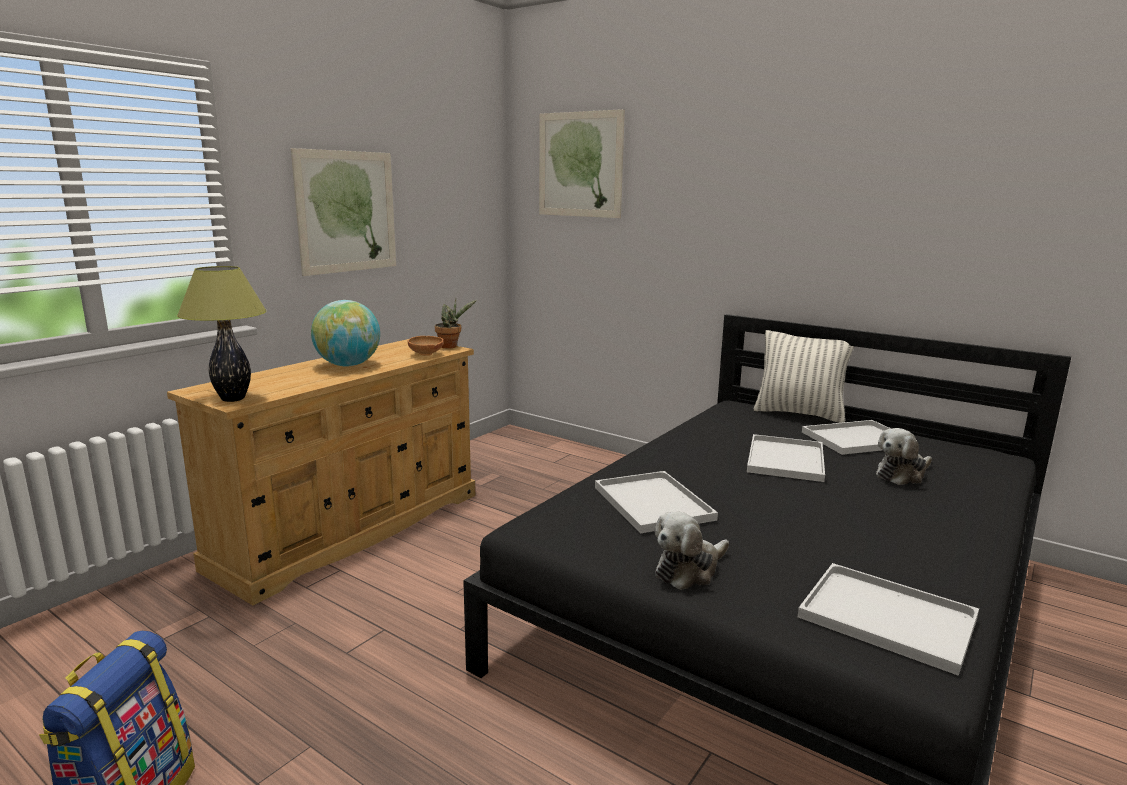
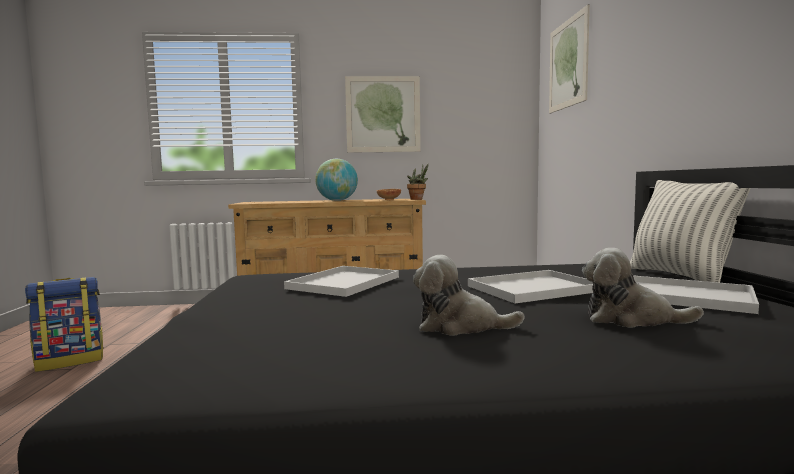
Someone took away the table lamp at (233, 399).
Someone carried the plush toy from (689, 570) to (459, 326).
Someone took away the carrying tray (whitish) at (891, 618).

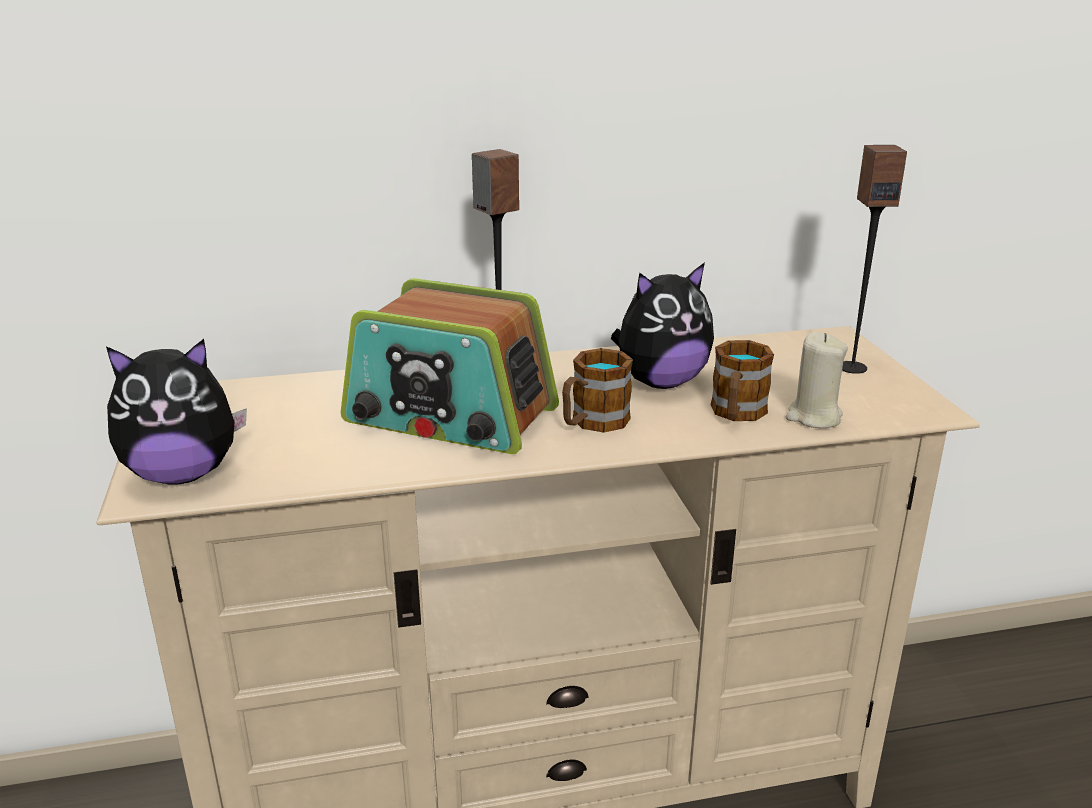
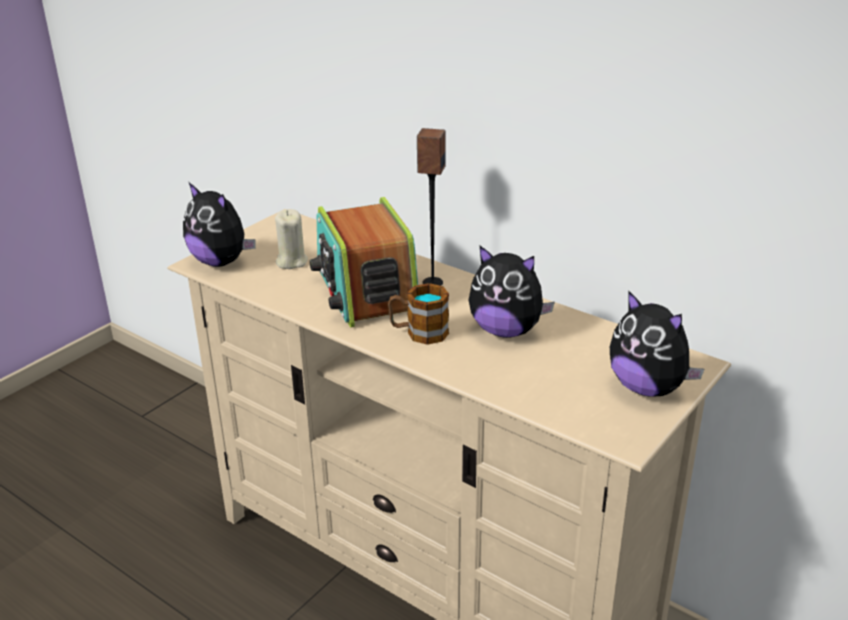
Someone swapped the speaker at (852, 367) for the plush toy at (648, 388).
Someone carried the wax candle (beige-coloured) from (813, 417) to (291, 261).
Someone took away the coffee mug at (736, 414).

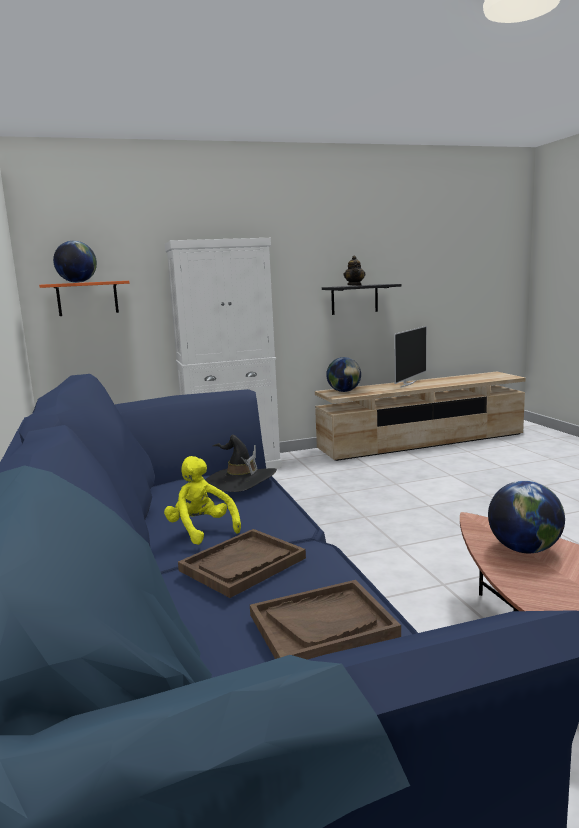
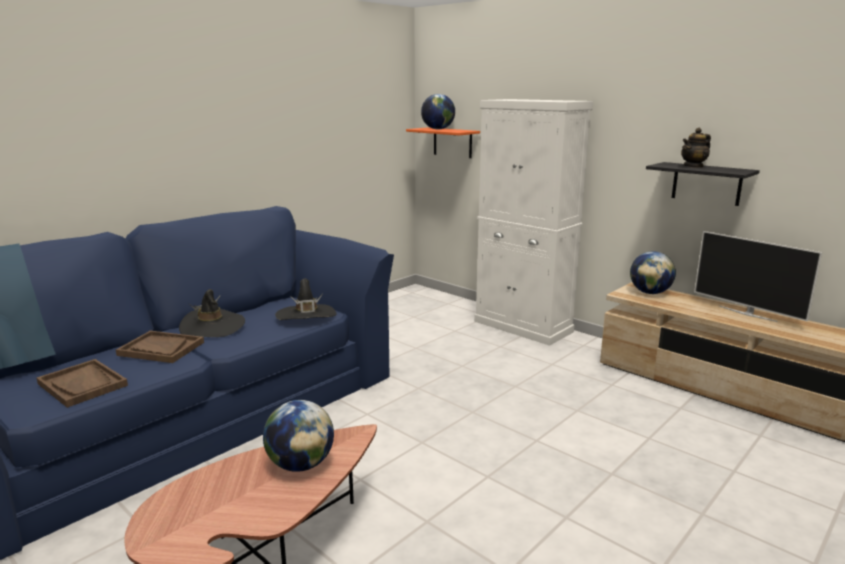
Someone rotated the television at (408, 383) by 45 degrees clockwise.
Someone swapped the plush toy (yellowish) at (201, 530) for the wearable hat (black) at (212, 327).

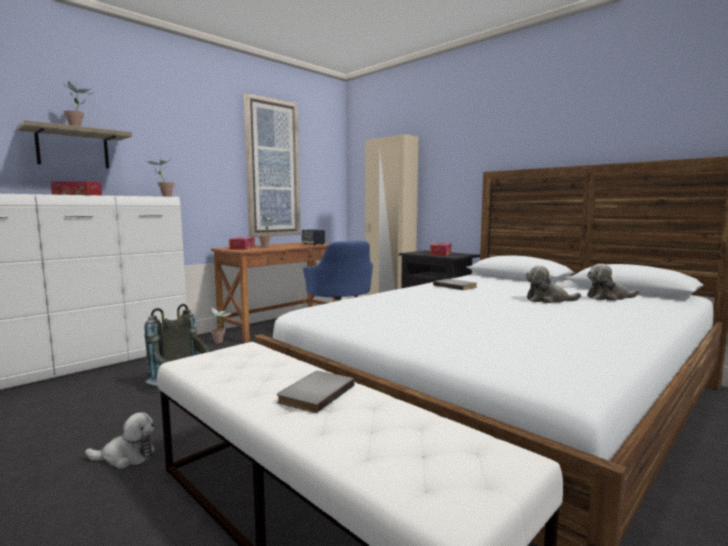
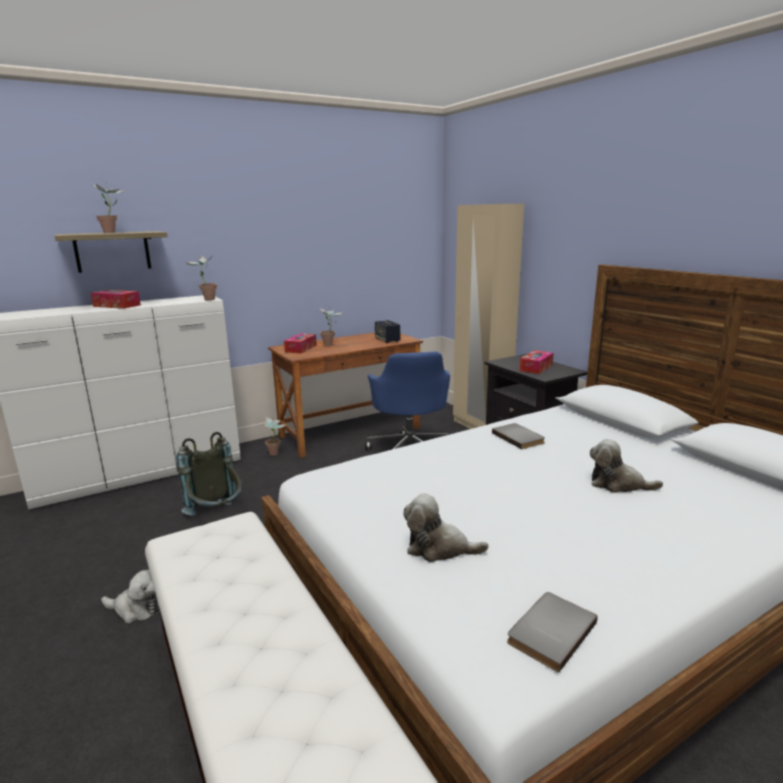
Someone took away the wall picture at (272, 168).
Someone carried the plush toy from (608, 297) to (439, 548).
Someone carried the bound book (grey) from (314, 393) to (549, 631).

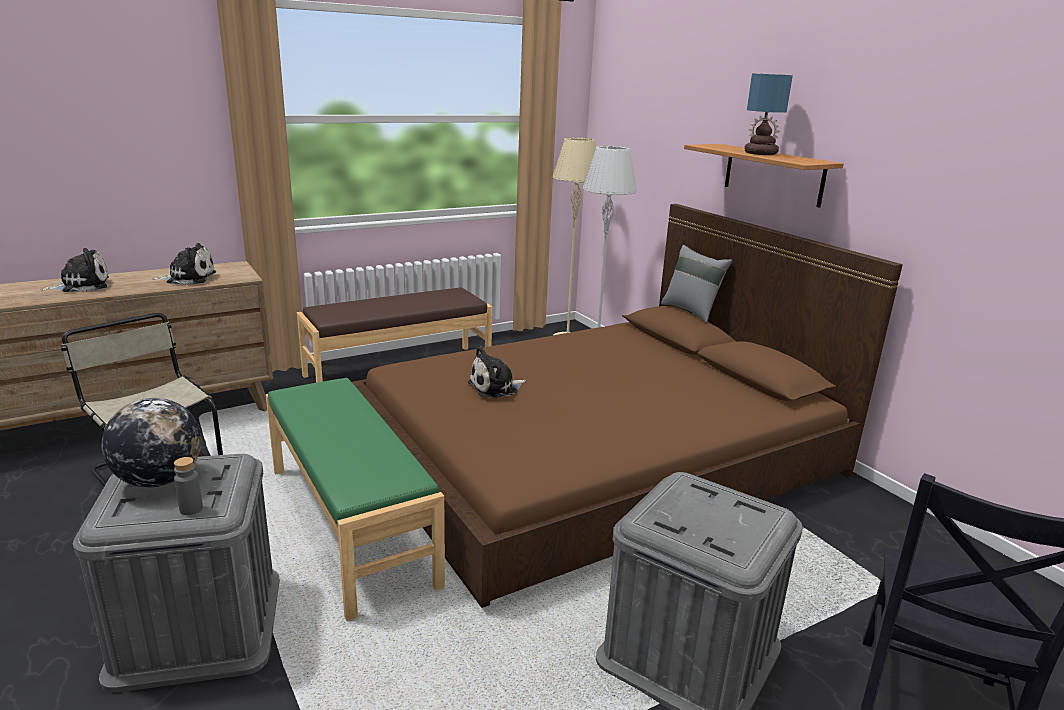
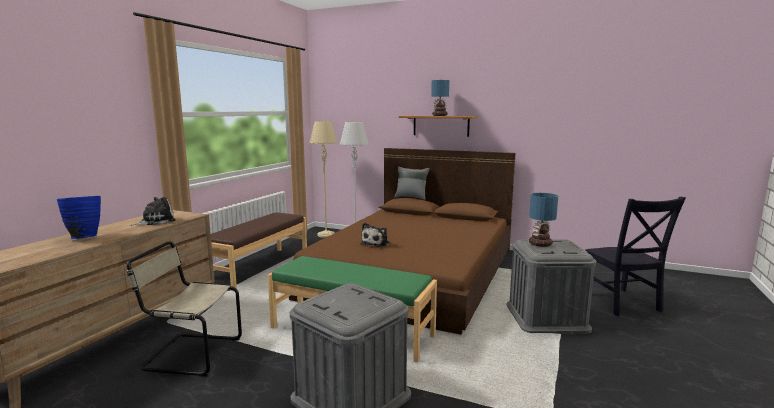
Someone swapped the plush toy at (82, 285) for the vase (bluish) at (84, 237).
Someone took away the desk globe at (159, 480).
Someone took away the beverage bottle (grey) at (191, 509).
Someone put down the table lamp at (540, 244).

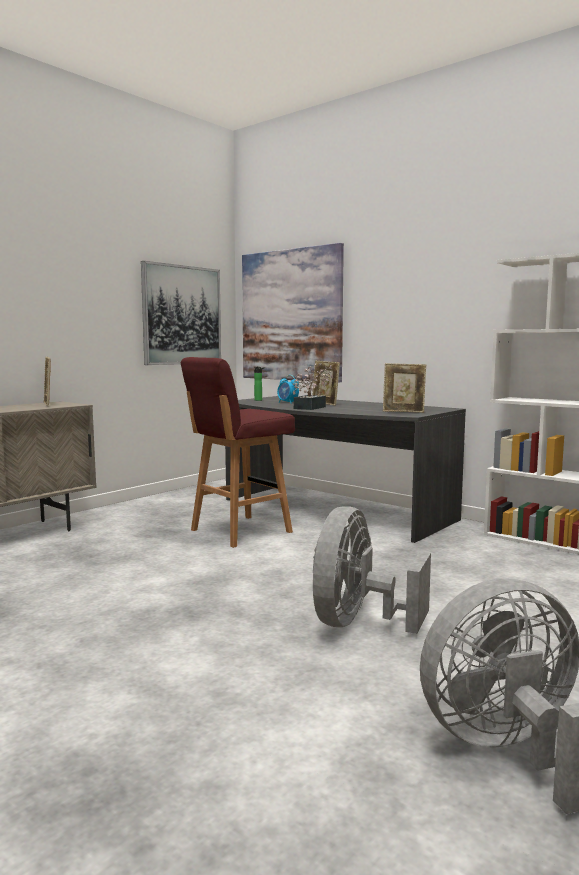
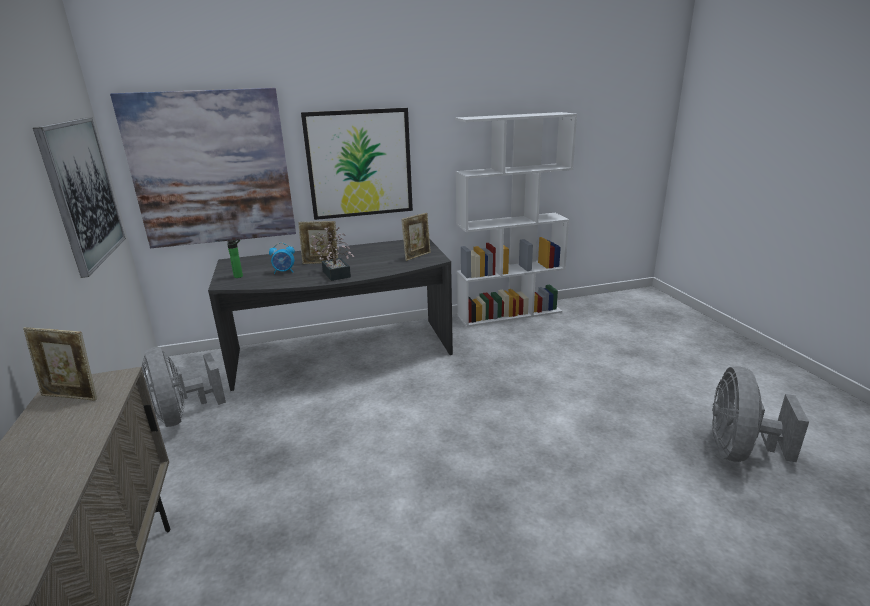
Someone took away the sitting stool (reddish) at (239, 531).
Someone carried the electric fan (grey) from (358, 623) to (183, 415).
Someone put up the wall picture at (359, 164).

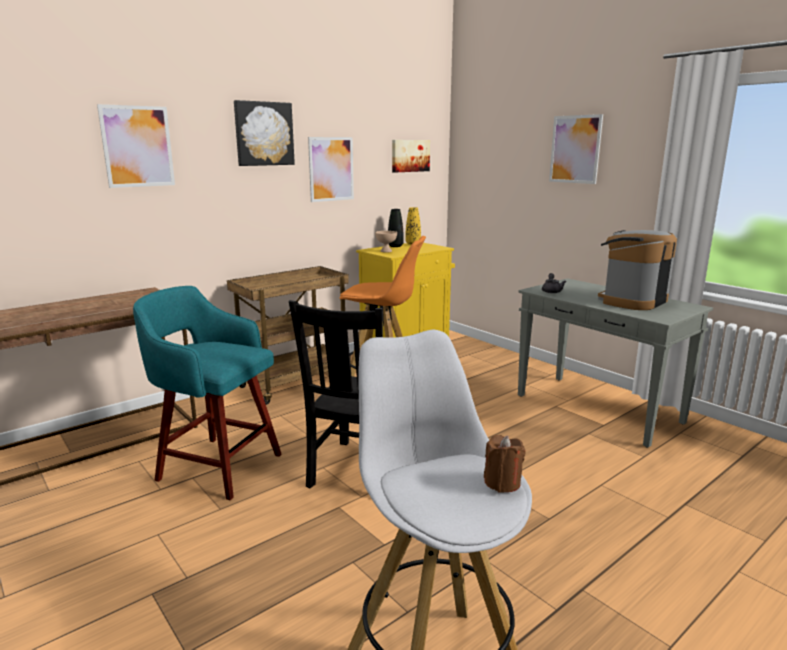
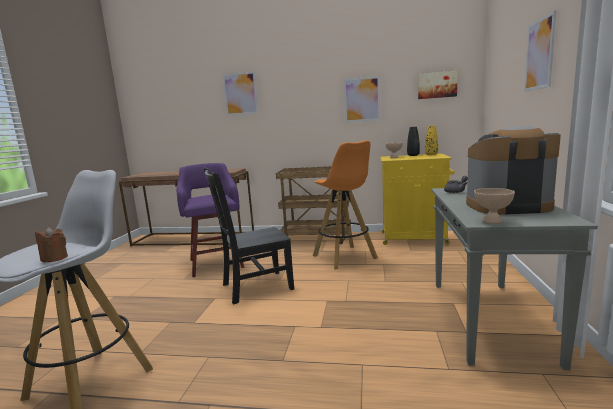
Someone took away the wall picture at (263, 134).
Someone repainted the sitting stool (turquoise-coloured) at (217, 466), which became the sitting stool (purple) at (216, 262).
Someone put down the deep dish (beige-coloured) at (492, 221).

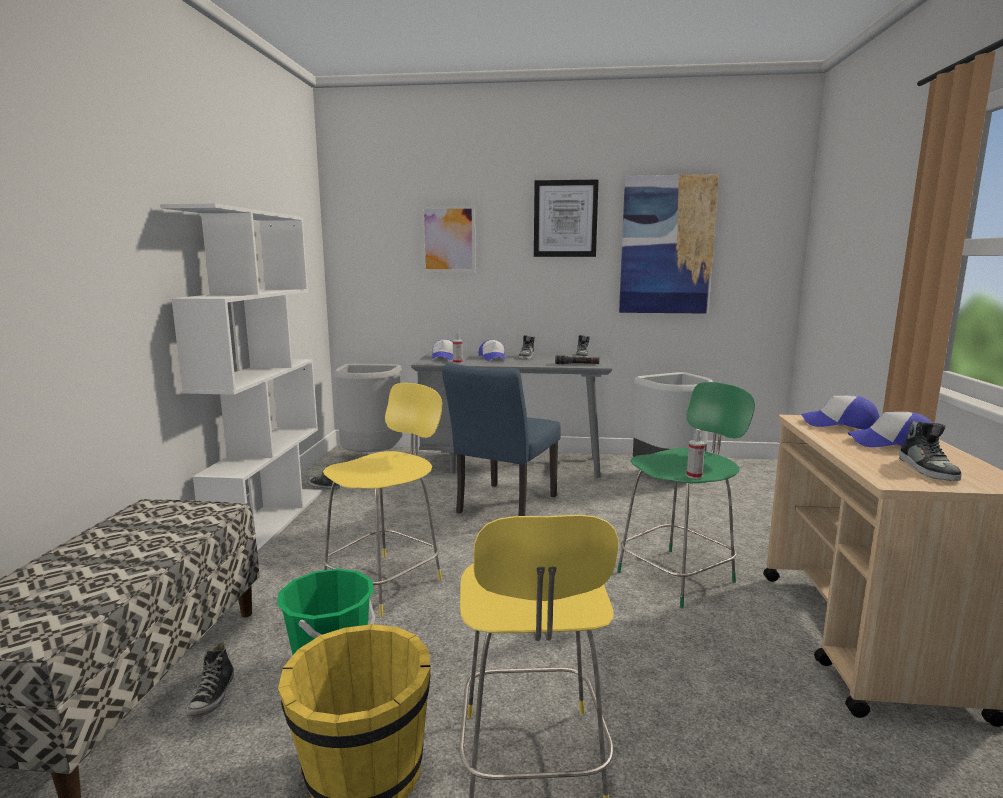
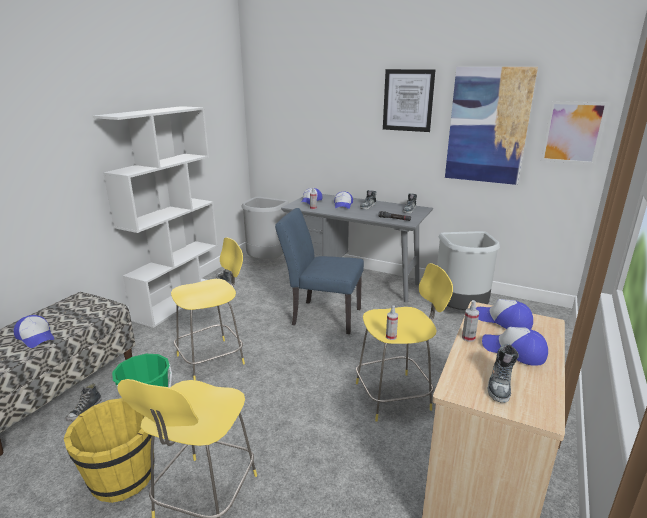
Someone carried the wall picture from (448, 239) to (573, 132).
Someone rotated the chair (bluish) at (503, 507) by 60 degrees clockwise.
Someone repainted the sitting stool (green-coloured) at (678, 575), which became the sitting stool (yellowish) at (395, 395).
Someone put down the spray bottle at (468, 338).
Someone put down the peaked cap at (36, 336).

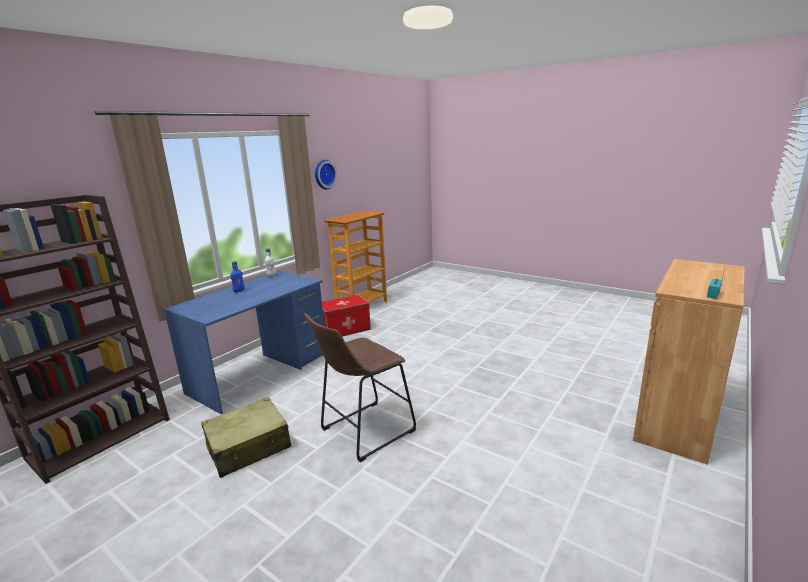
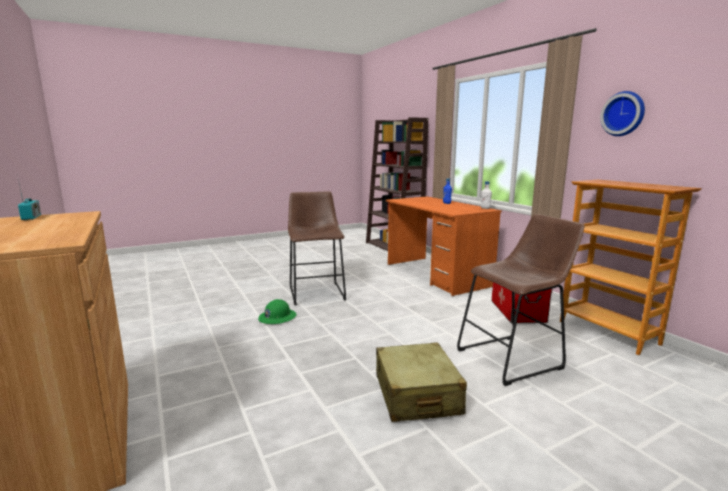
Someone repainted the desk (bluish) at (261, 373), which became the desk (orange-coloured) at (436, 275).
Someone carried the piece of luggage (beige-coloured) from (249, 446) to (416, 394).
Someone put down the sitting stool (brown-coloured) at (514, 358).
Someone put down the safety helmet (green-coloured) at (277, 317).

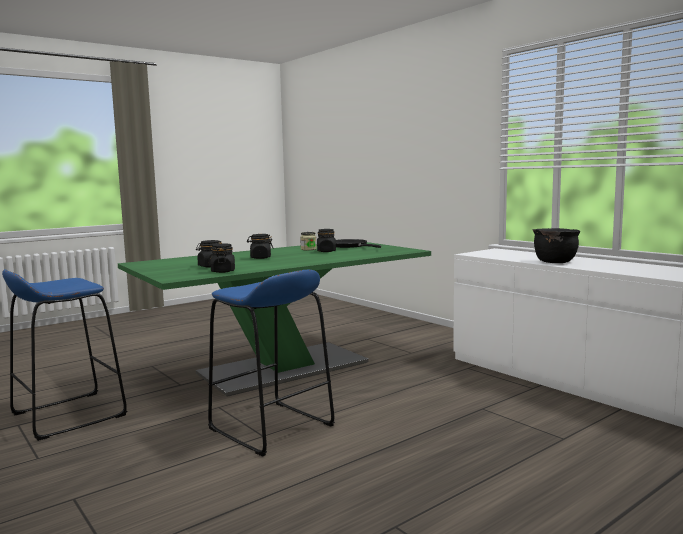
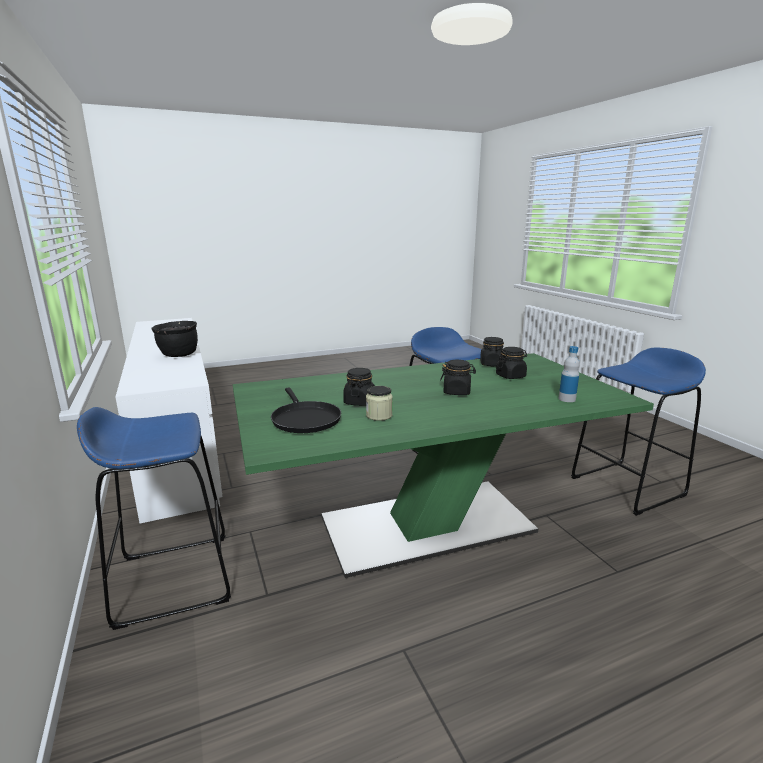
Someone put down the beverage bottle at (567, 399).
Someone put down the sitting stool (bluish) at (174, 578).

